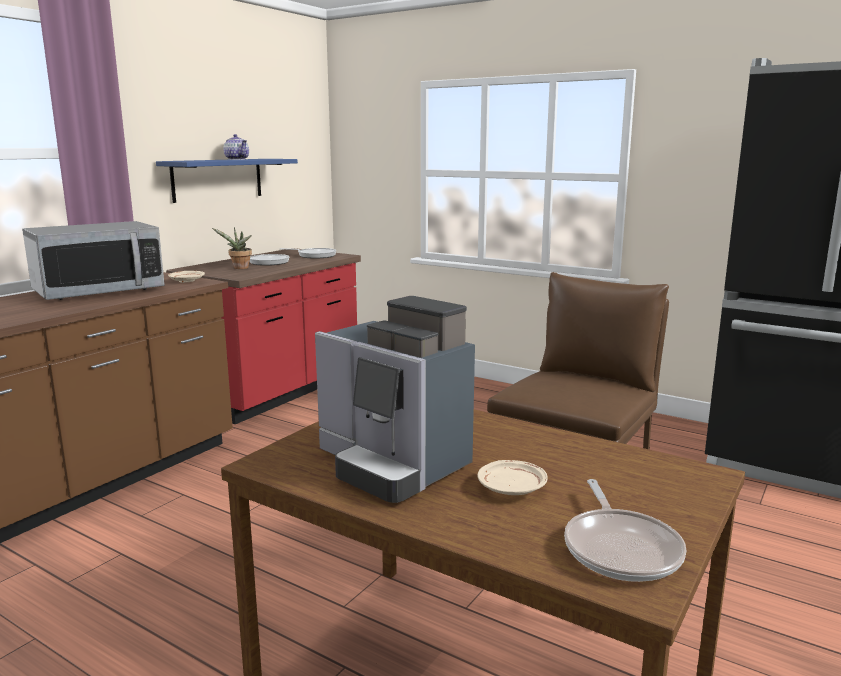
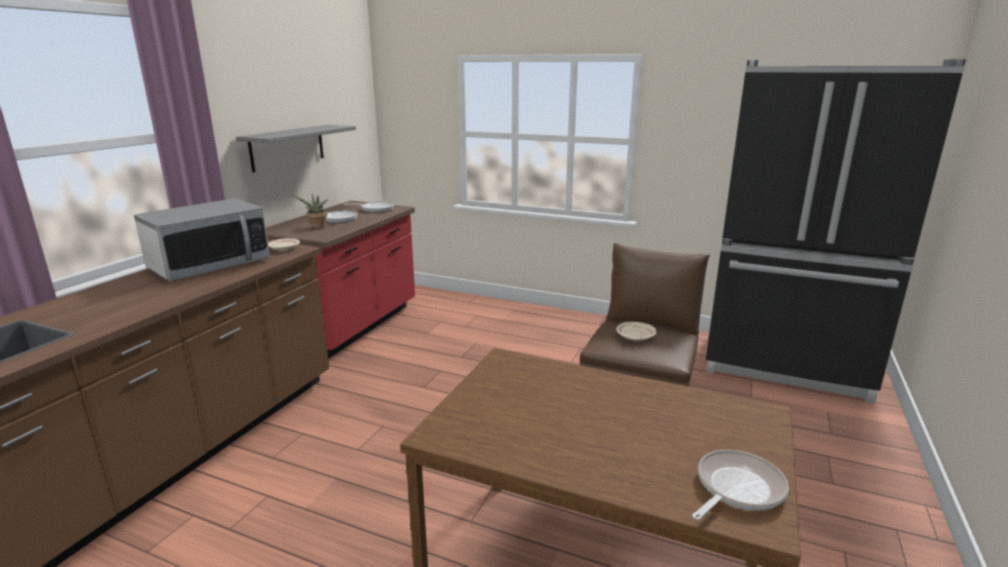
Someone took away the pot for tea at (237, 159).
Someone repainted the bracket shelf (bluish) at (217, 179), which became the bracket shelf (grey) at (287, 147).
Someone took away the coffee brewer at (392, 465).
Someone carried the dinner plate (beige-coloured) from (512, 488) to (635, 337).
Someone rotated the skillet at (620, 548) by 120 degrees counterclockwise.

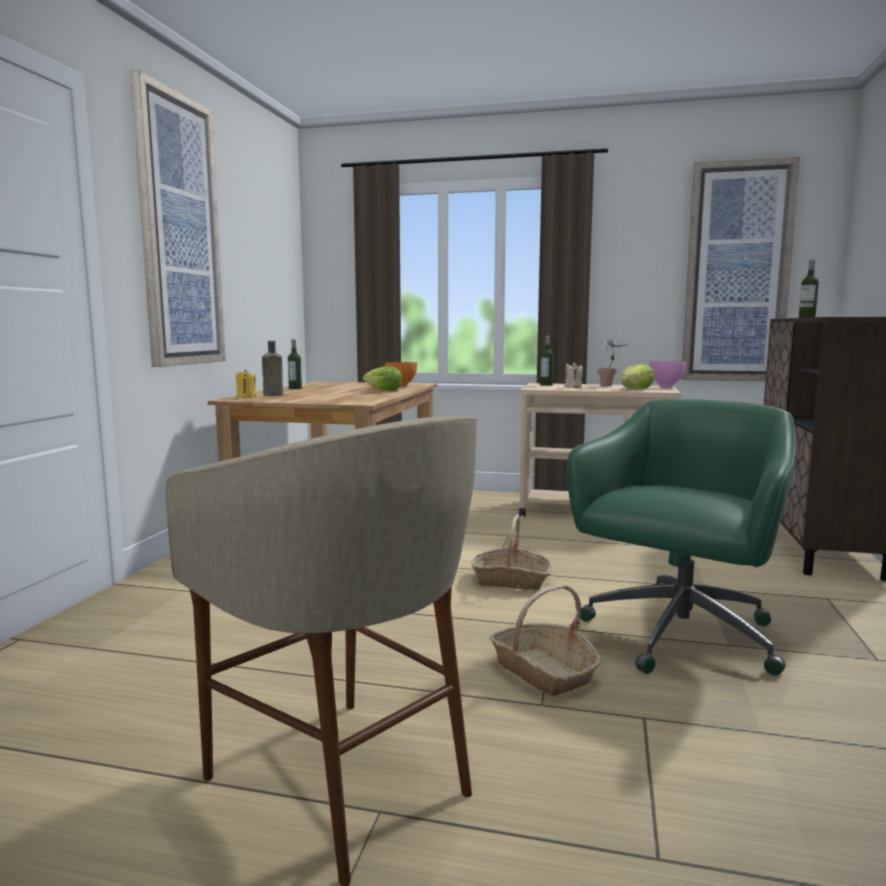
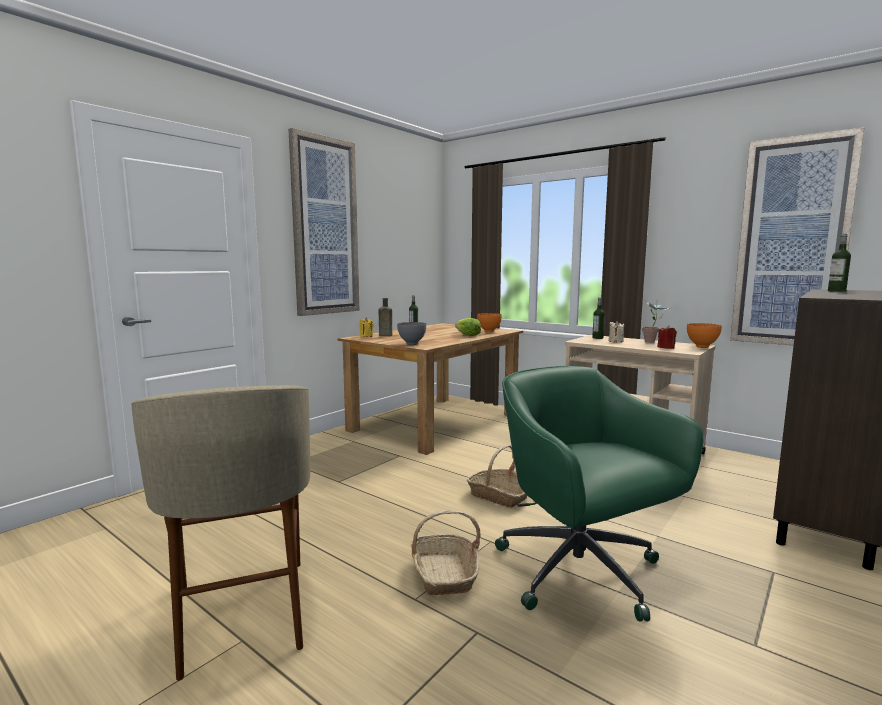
Someone repainted the deep dish (pinkish) at (667, 387), which became the deep dish (orange-coloured) at (703, 347).
Someone swapped the lettuce head at (636, 389) for the wax candle (reddish) at (666, 347).
Someone rotated the computer chair (green-coloured) at (679, 637) by 90 degrees counterclockwise.
Someone put down the deep dish (grey) at (412, 344).

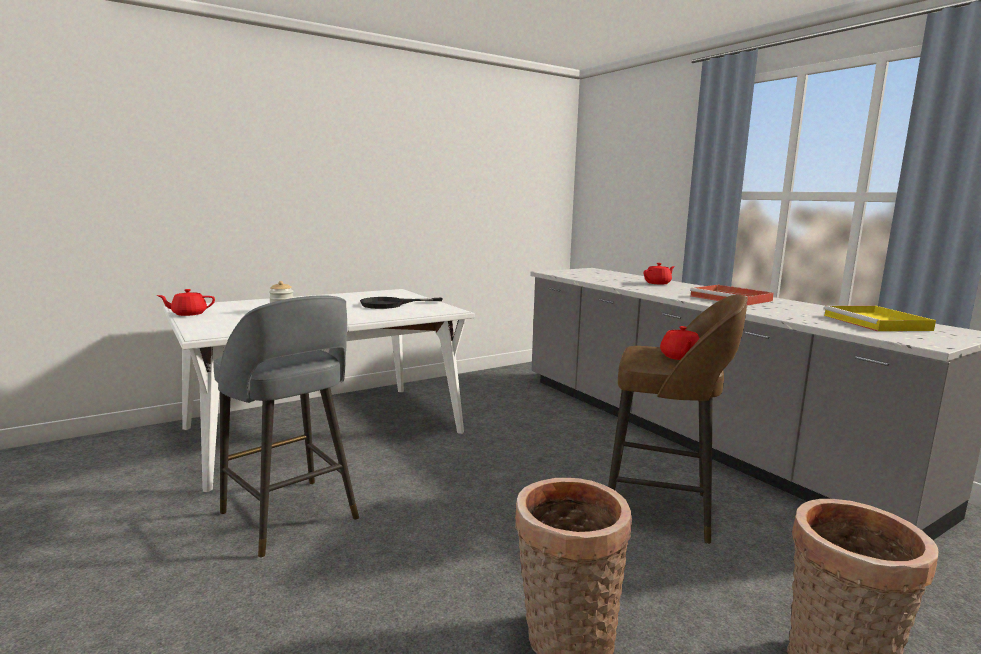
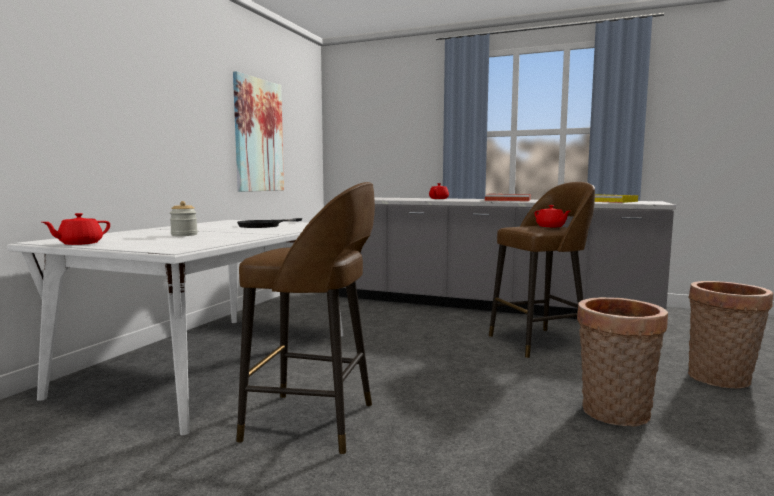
Someone repainted the sitting stool (grey) at (291, 518), which became the sitting stool (brown-coloured) at (314, 422).
Someone put up the wall picture at (258, 135).

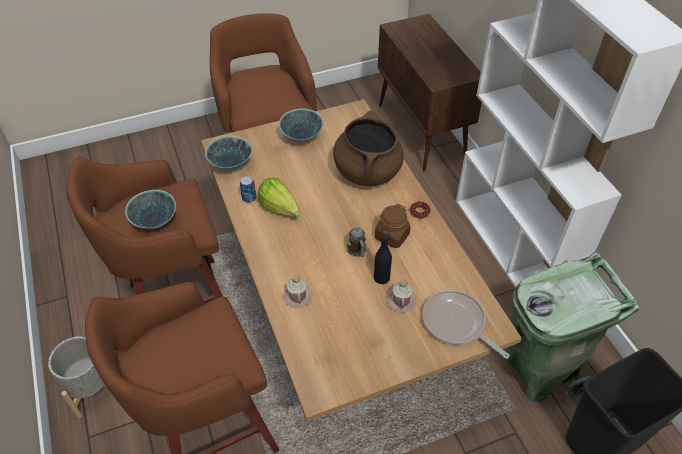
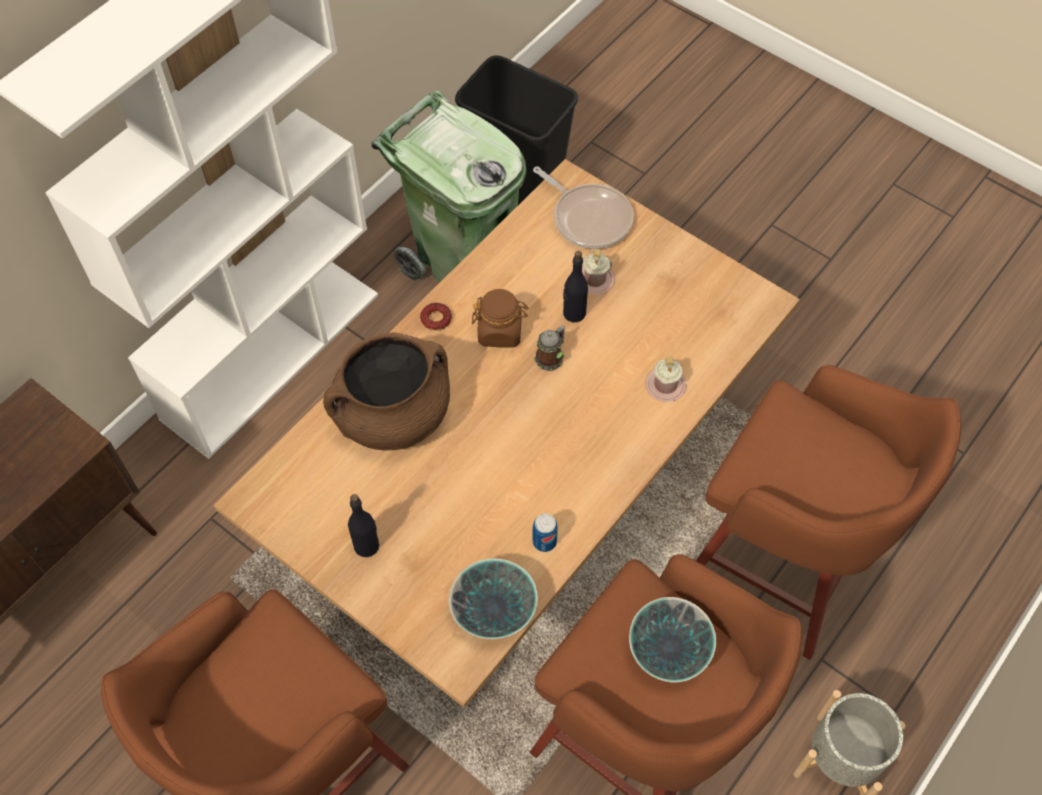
Someone swapped the deep dish at (302, 137) for the beverage bottle (black) at (367, 545).
Someone took away the lettuce head at (281, 211).
Someone rotated the skillet at (456, 324) by 60 degrees counterclockwise.

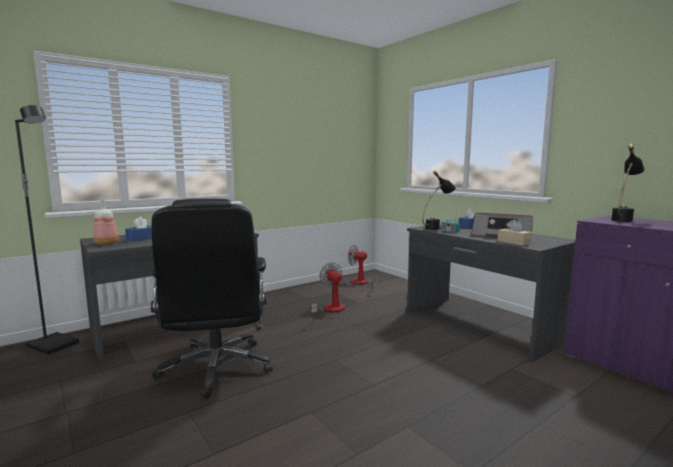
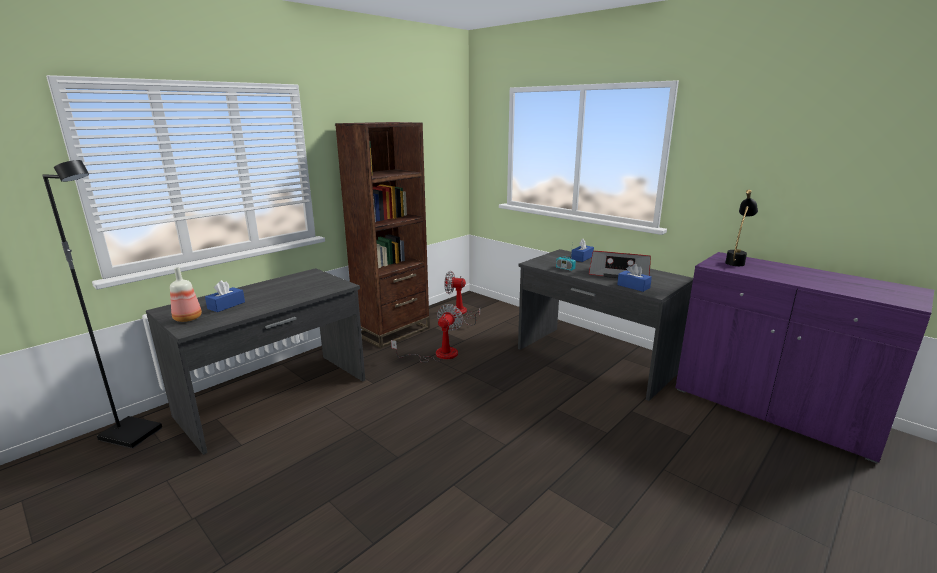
Someone took away the table lamp (black) at (437, 228).
Someone took away the computer chair (black) at (216, 368).
Someone repainted the tissue holder (beige-coloured) at (514, 242), which became the tissue holder (bluish) at (633, 286).
Someone rotated the electric fan at (331, 311) by 60 degrees clockwise.
Someone put down the bookcase (brown-coloured) at (392, 331).

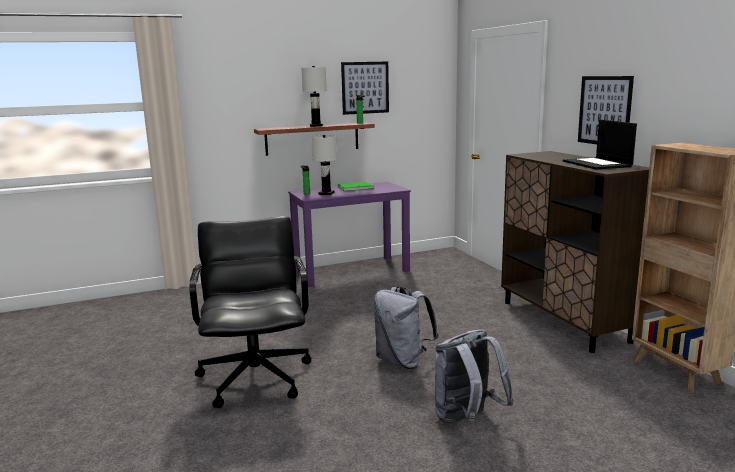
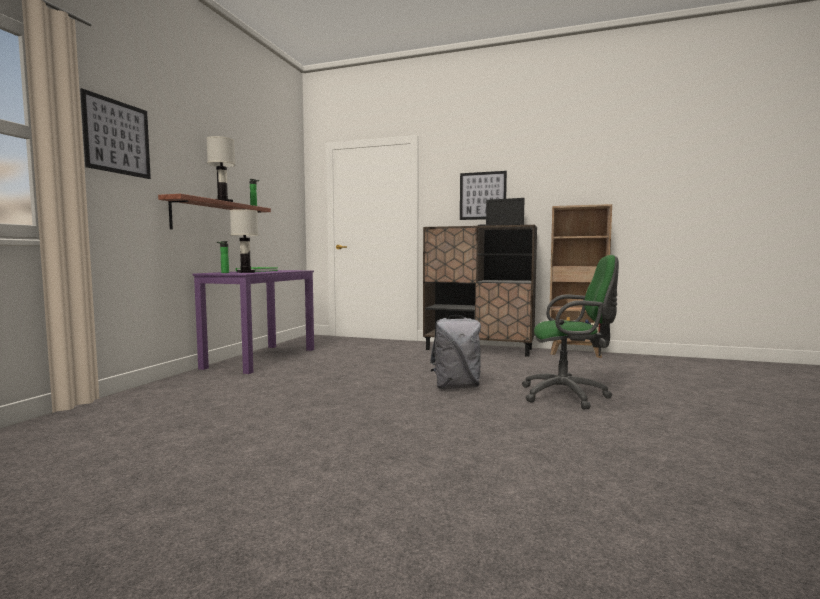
Someone carried the wall picture from (365, 87) to (117, 137).
Someone took away the computer chair (black) at (256, 377).
Someone swapped the knapsack (grey) at (467, 419) for the computer chair (green-coloured) at (569, 396).

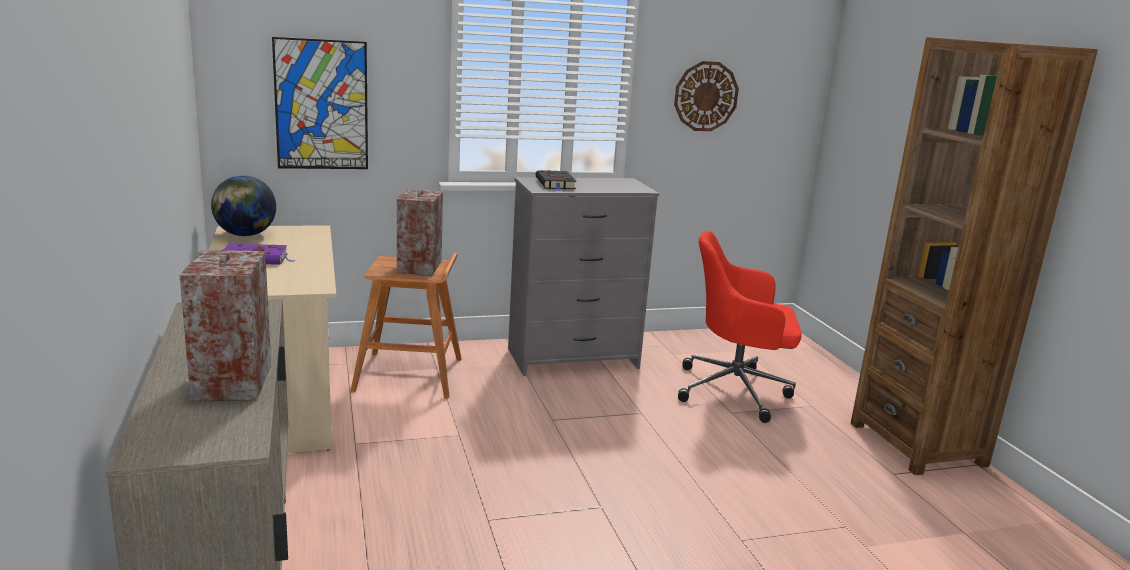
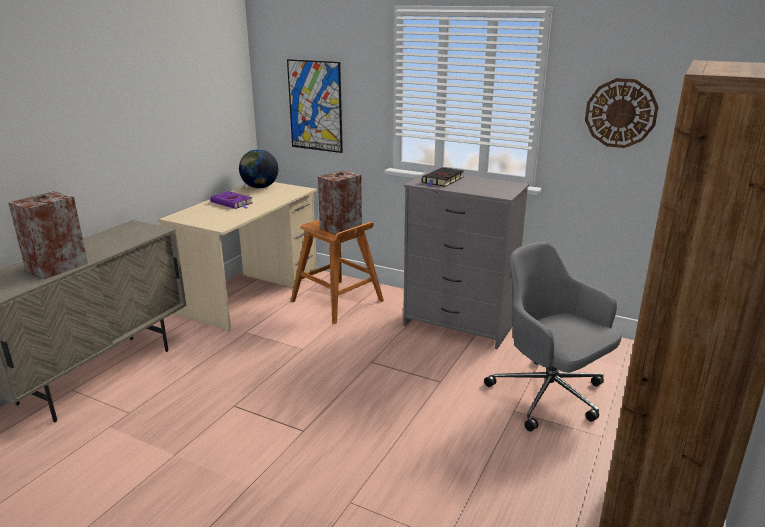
Someone repainted the computer chair (reddish) at (736, 391), which became the computer chair (grey) at (549, 396).

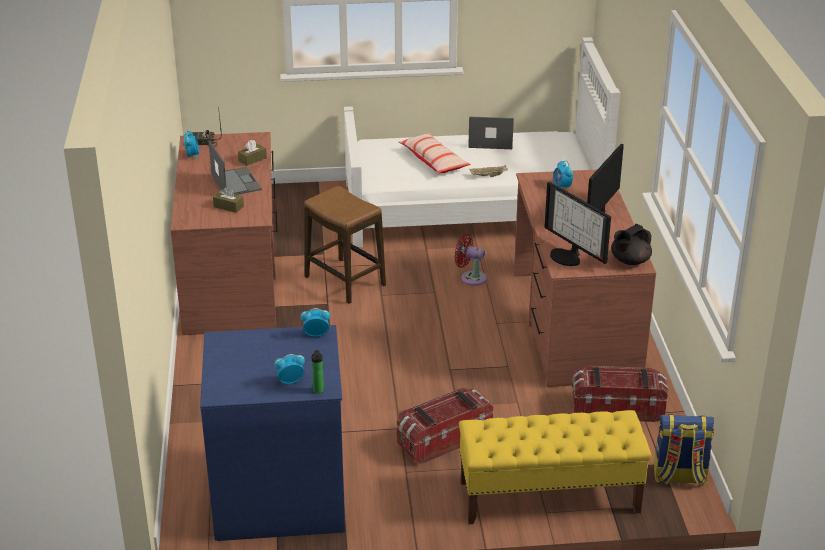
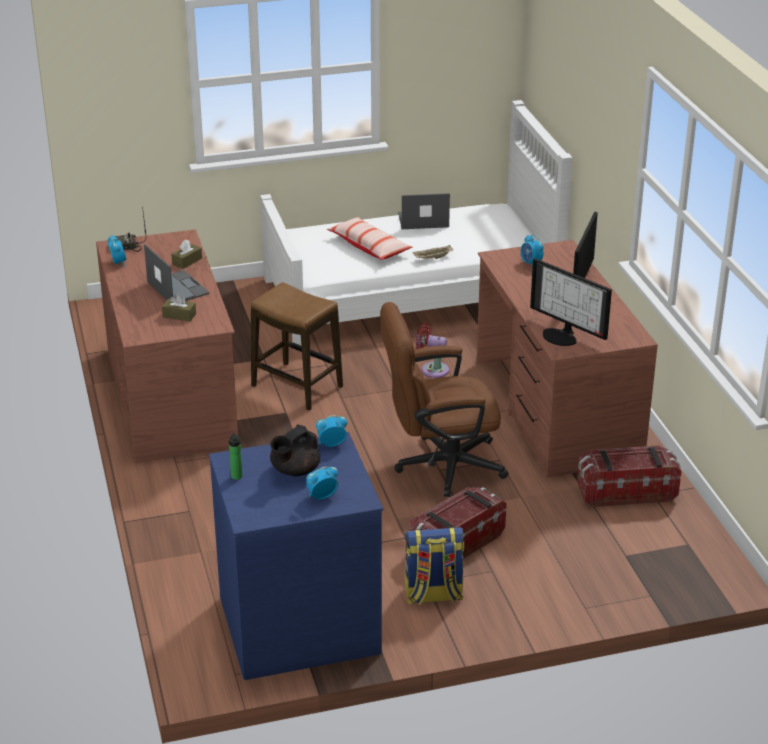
Someone carried the pot for tea (black) from (629, 261) to (294, 470).
Someone carried the beverage bottle from (318, 391) to (237, 477).
Someone took away the bench (yellowish) at (548, 497).
Someone carried the knapsack from (679, 476) to (433, 595).
Someone put down the computer chair (brown-coloured) at (439, 466).

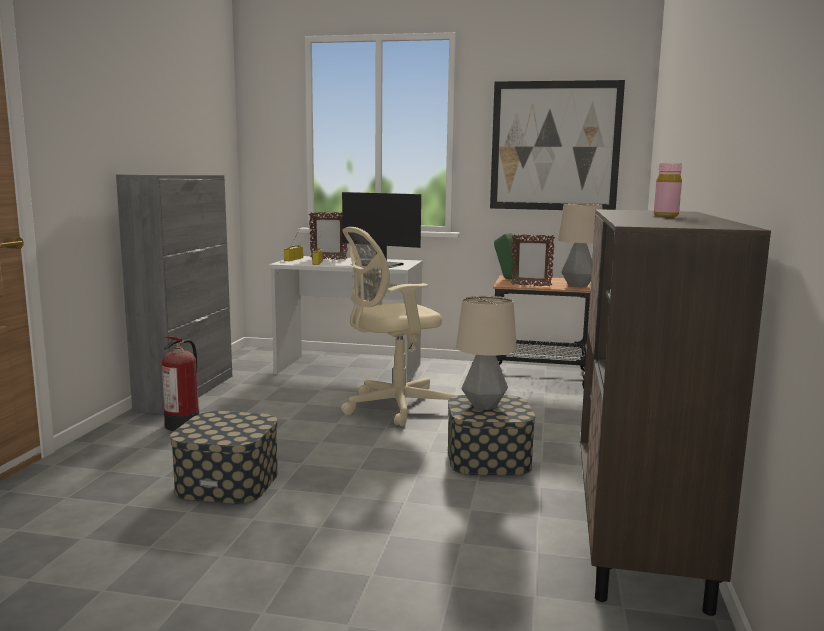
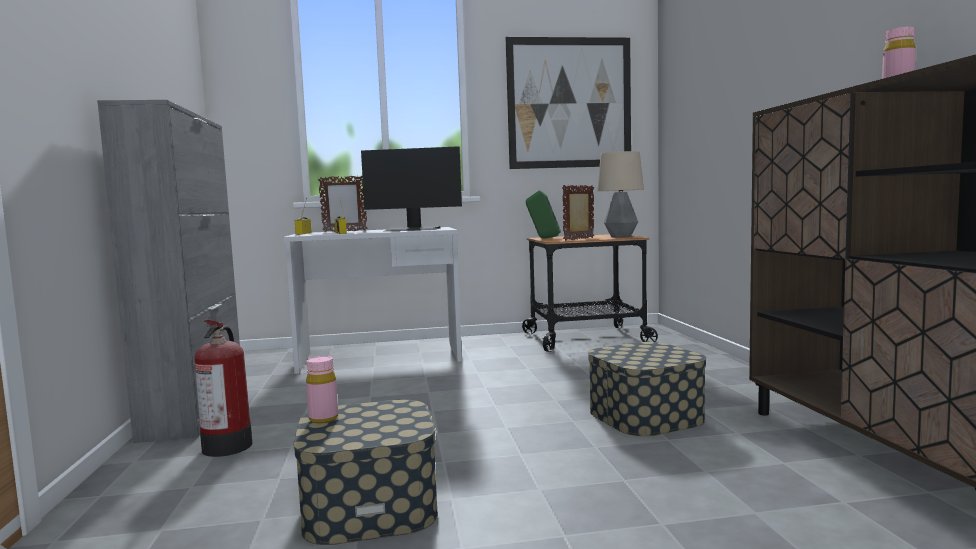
Someone took away the computer chair (beige-coloured) at (393, 407).
Someone rotated the standing frame at (530, 285) by 150 degrees clockwise.
Someone took away the table lamp at (484, 406).
Someone put down the beverage bottle (pinkish) at (323, 419).

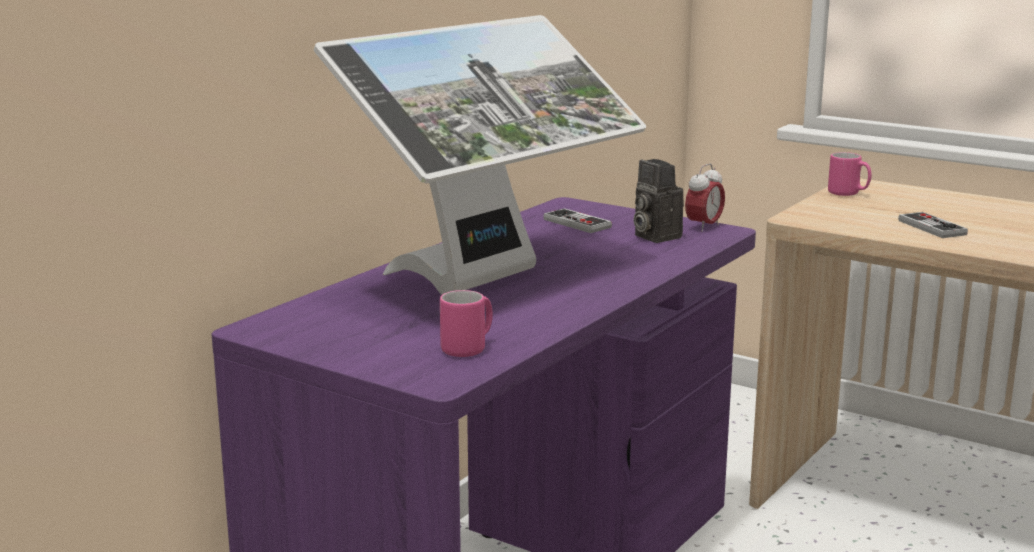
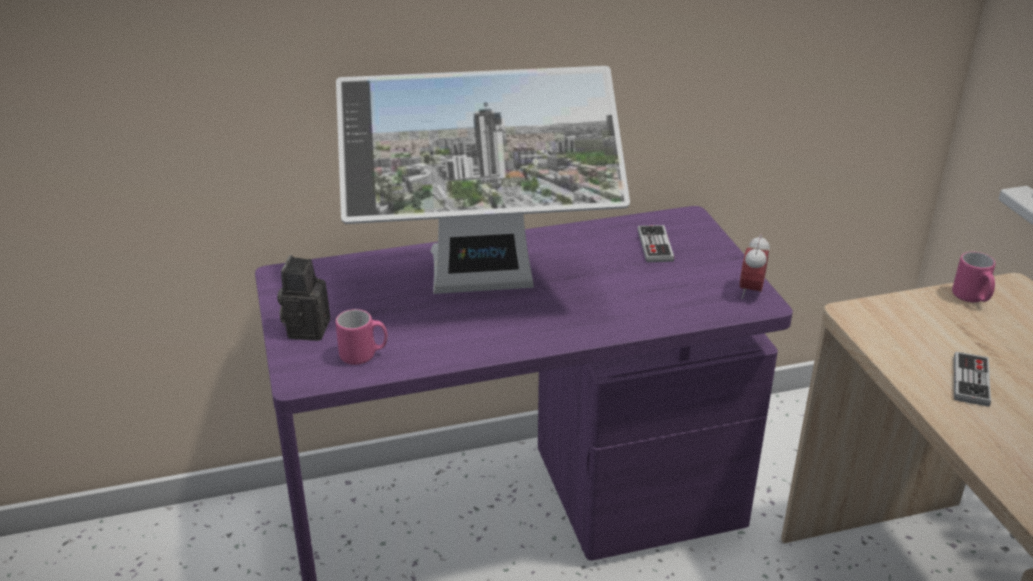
Someone carried the still camera from (654, 236) to (306, 328).
Someone rotated the alarm clock at (704, 227) by 120 degrees clockwise.

